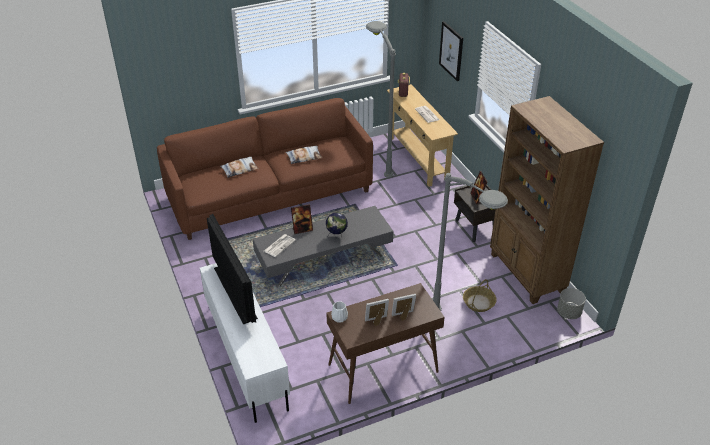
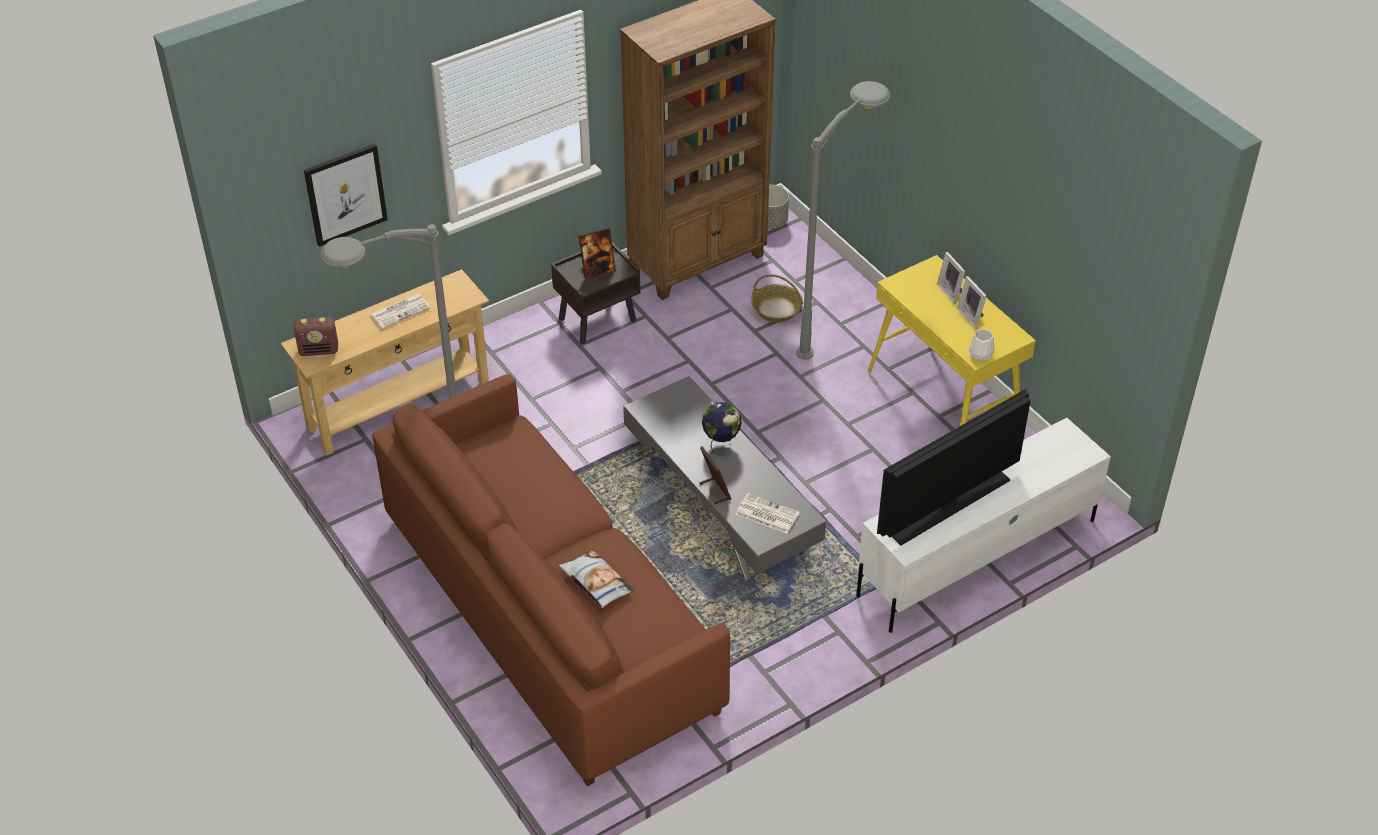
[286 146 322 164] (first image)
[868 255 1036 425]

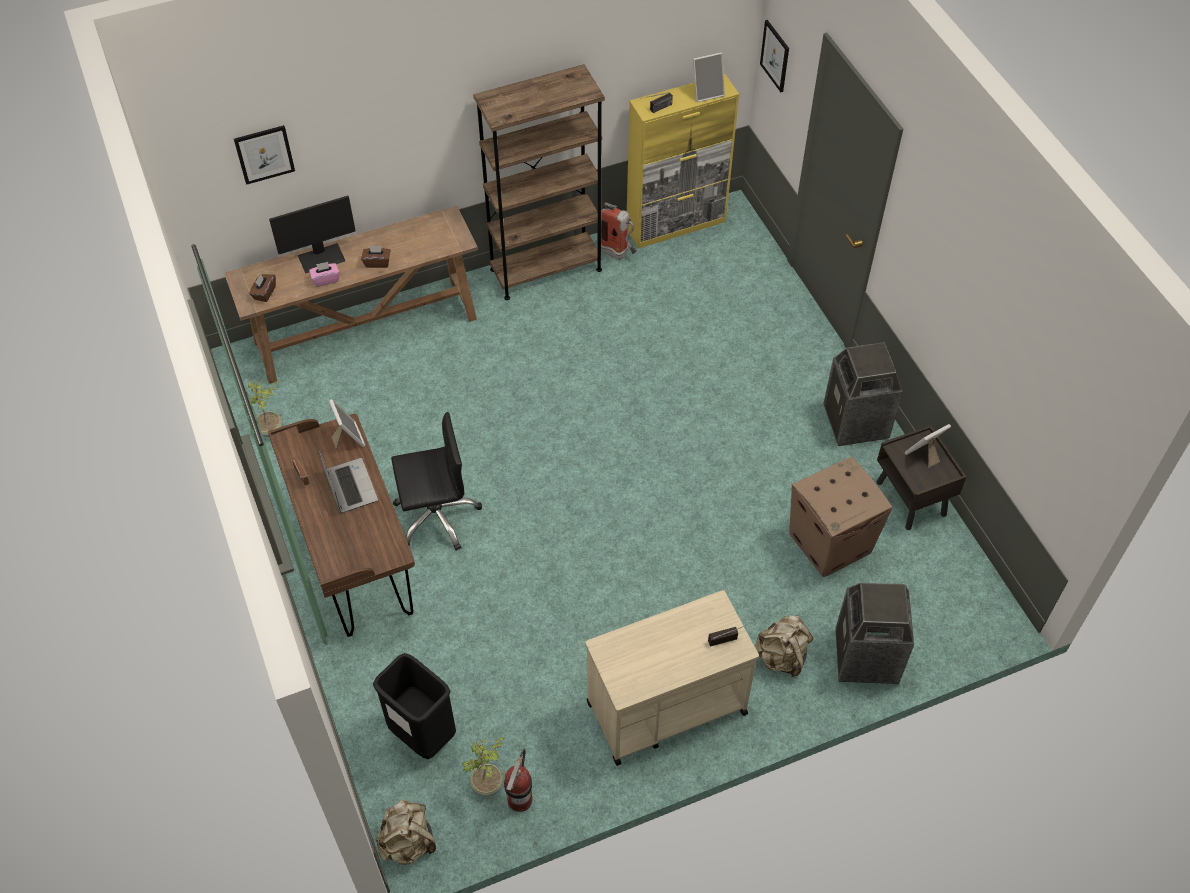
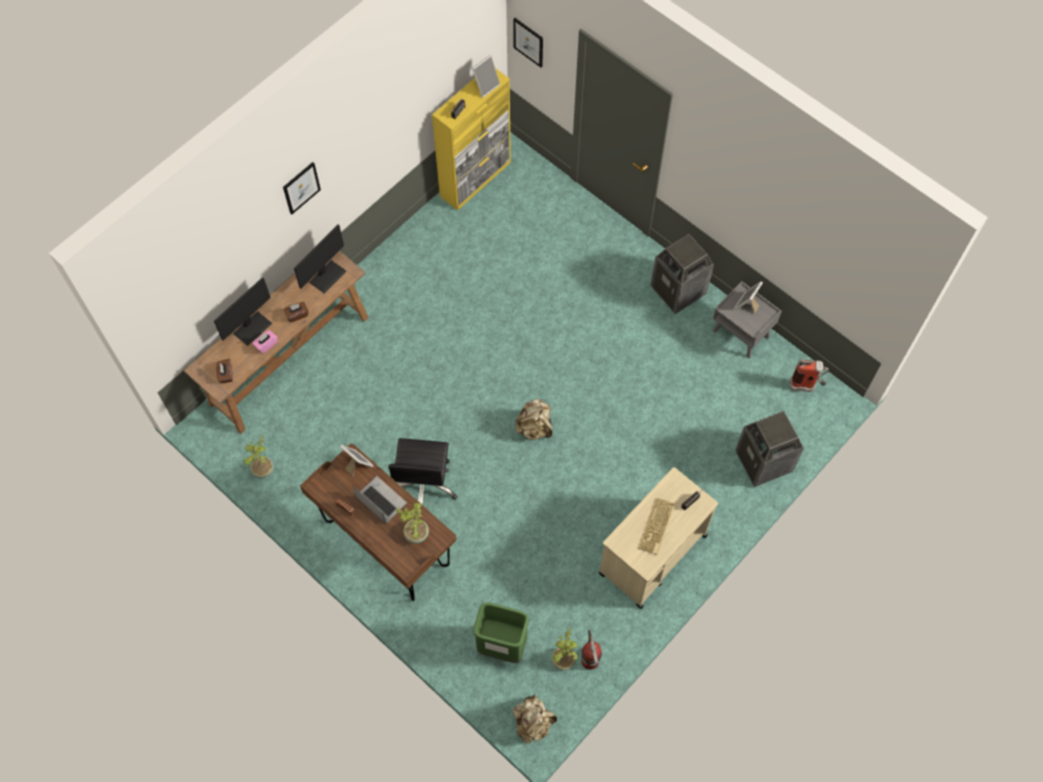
[283 162 321 214]
[473 603 529 663]
[388 438 458 505]
[473 64 605 300] (first image)
[790 360 828 392]
[515 398 552 440]
[789 457 892 577] (first image)
[713 281 782 358]
[294 225 346 294]
[396 502 429 543]
[638 498 675 554]

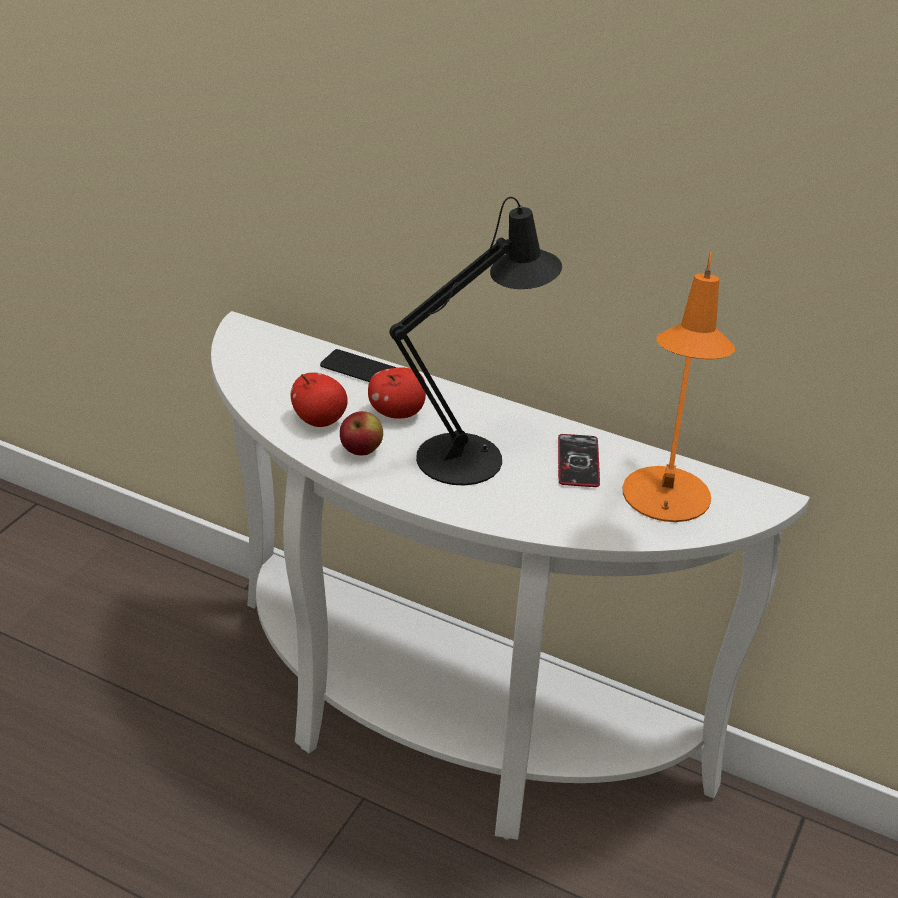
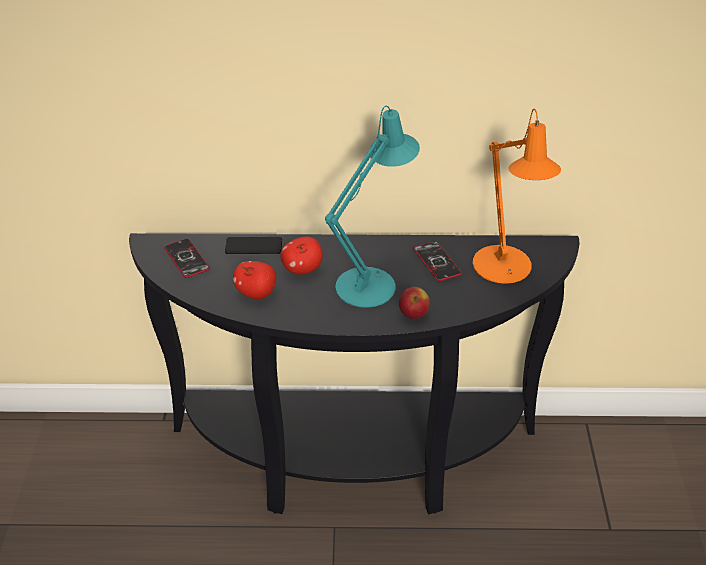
[129 233 579 514]
[399 287 430 319]
[325 106 420 308]
[164 238 210 278]

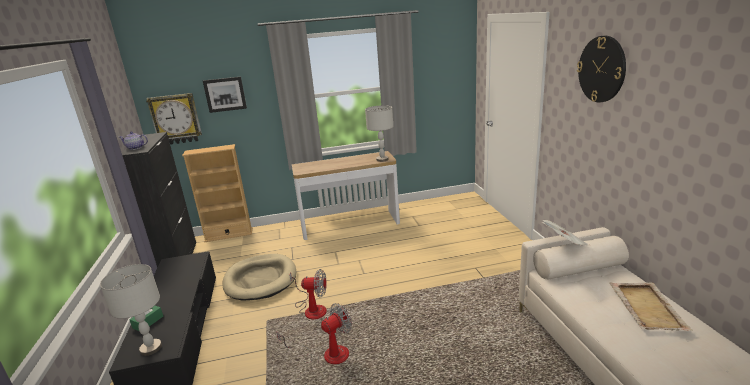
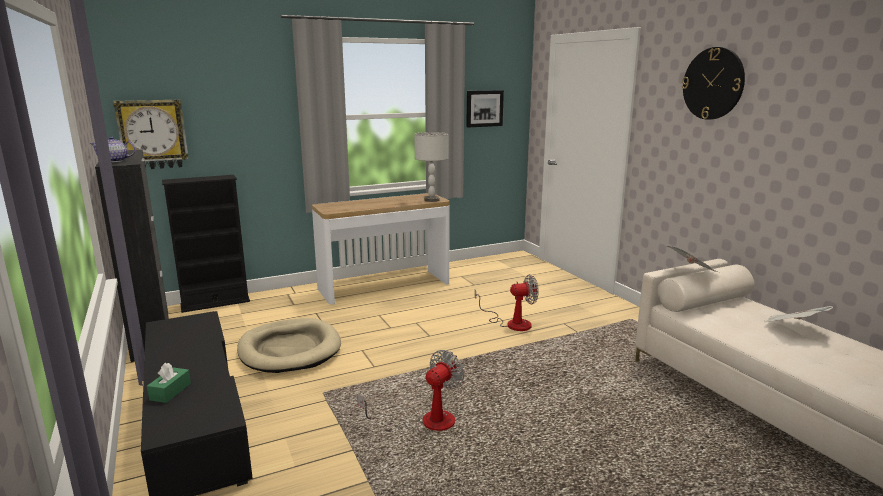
[100 264 162 356] (first image)
[162 175 250 313]
[466 90 504 128]
[475 274 539 331]
[766 306 833 322]

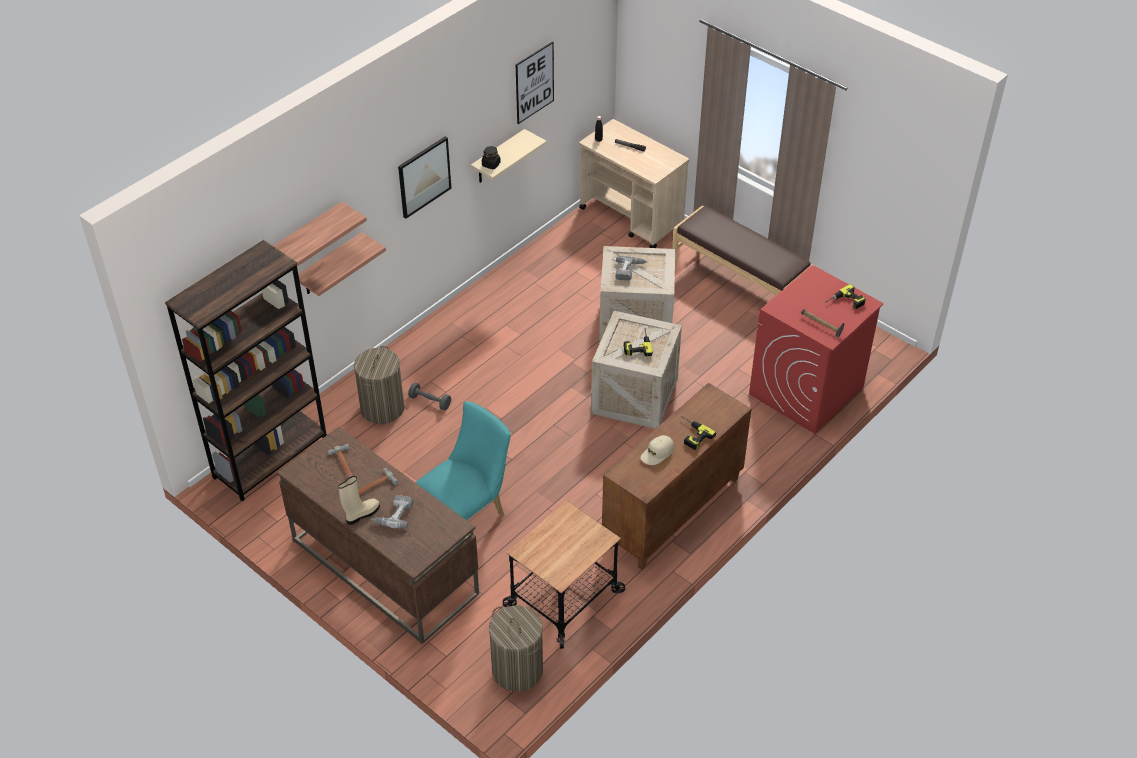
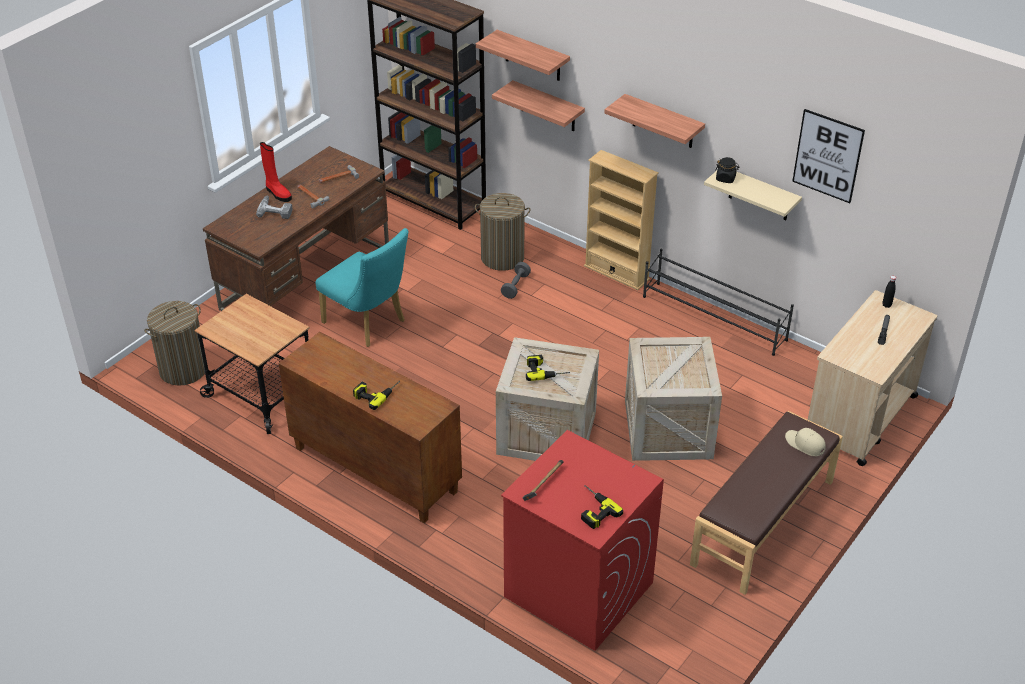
[260 142 292 202]
[604 94 705 148]
[616 256 647 281] (first image)
[785 428 826 456]
[584 150 659 290]
[643 248 794 356]

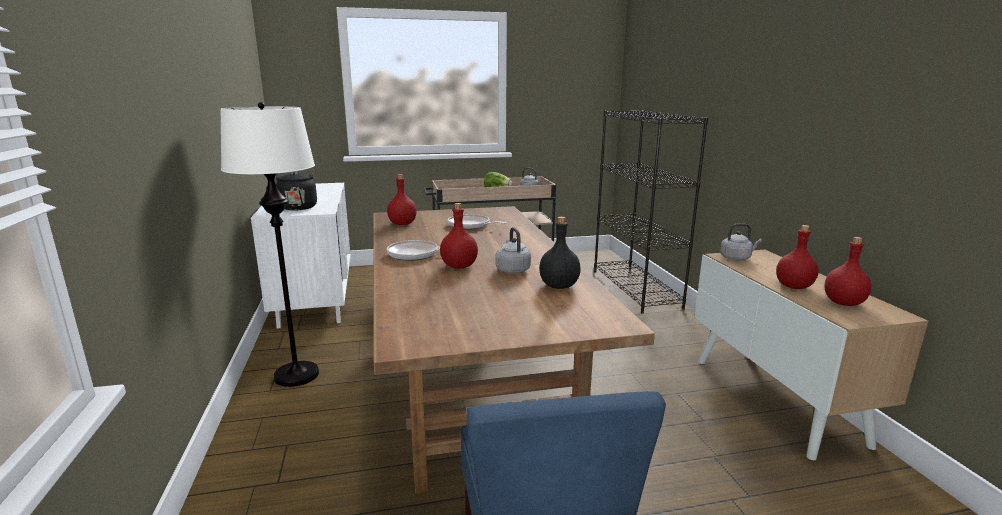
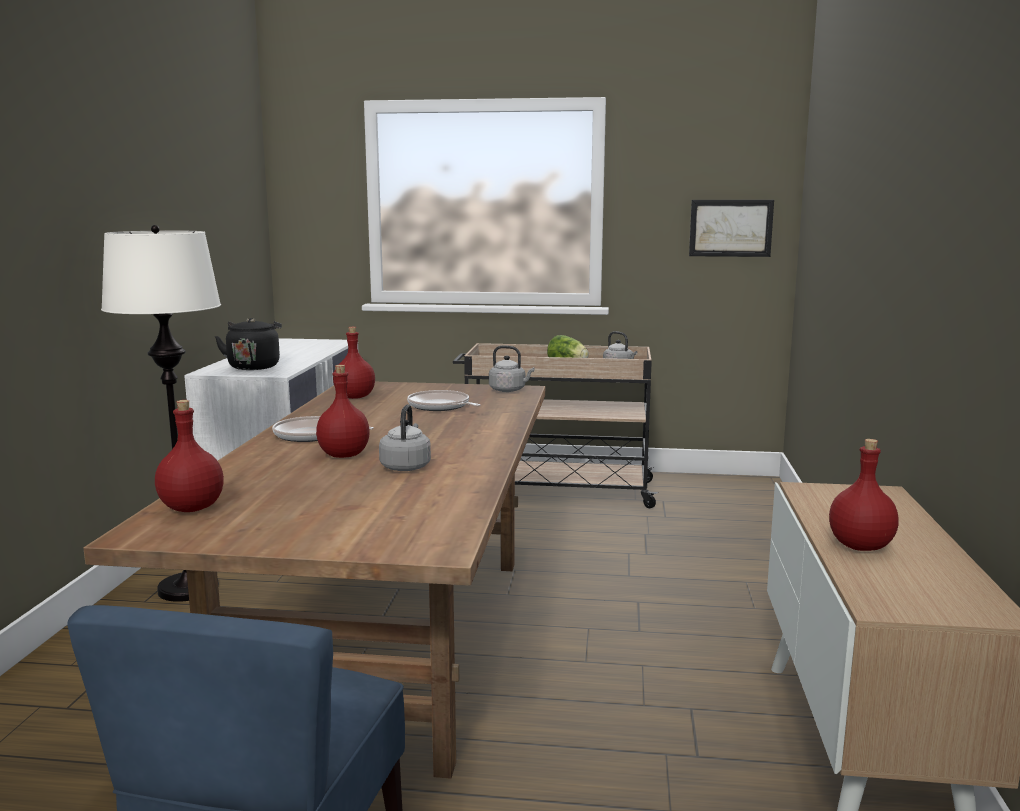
[539 217 580 289] (first image)
[594 110 708 314] (first image)
[489 345 535 392]
[155 400 224 512]
[689 200 774 257]

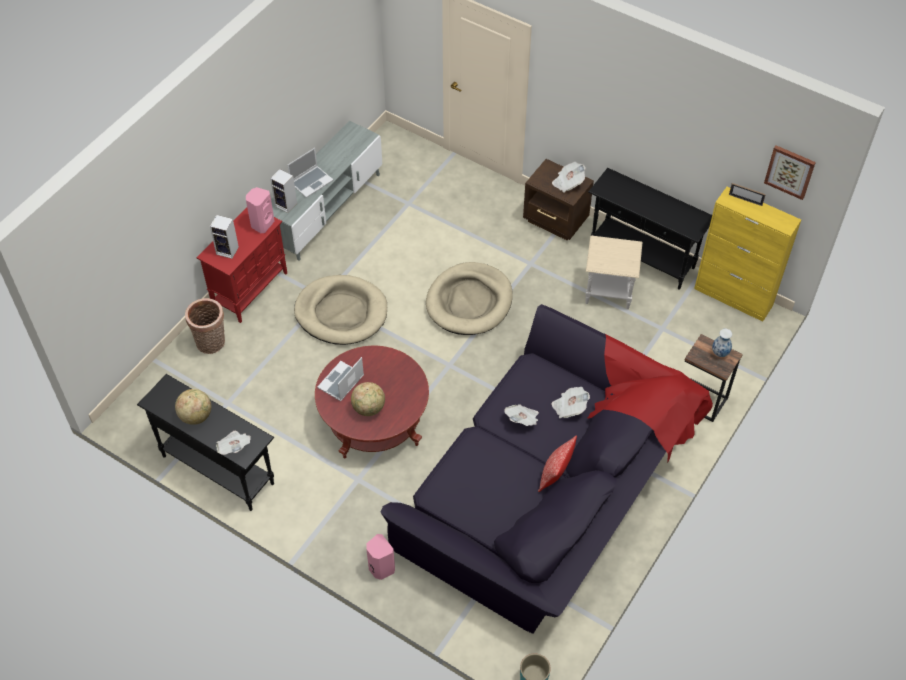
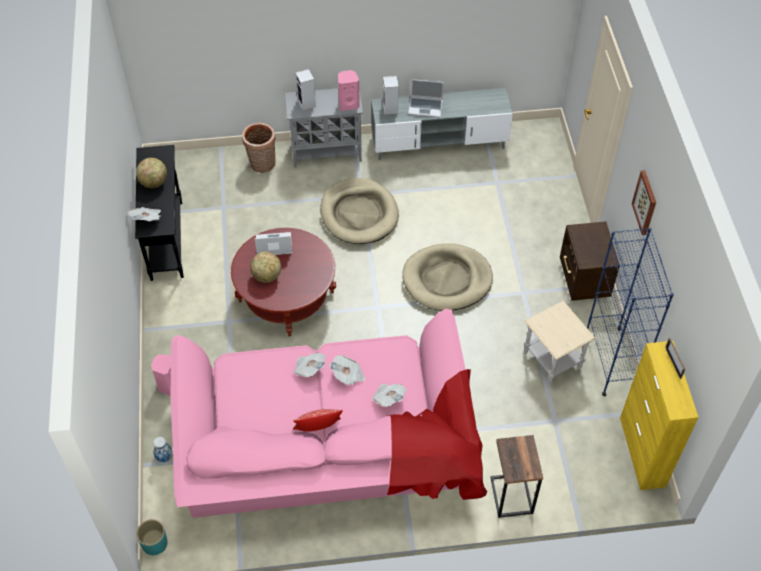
[285 88 363 168]
[171 309 487 518]
[293 352 326 377]
[587 228 674 396]
[153 437 173 462]
[632 170 656 235]

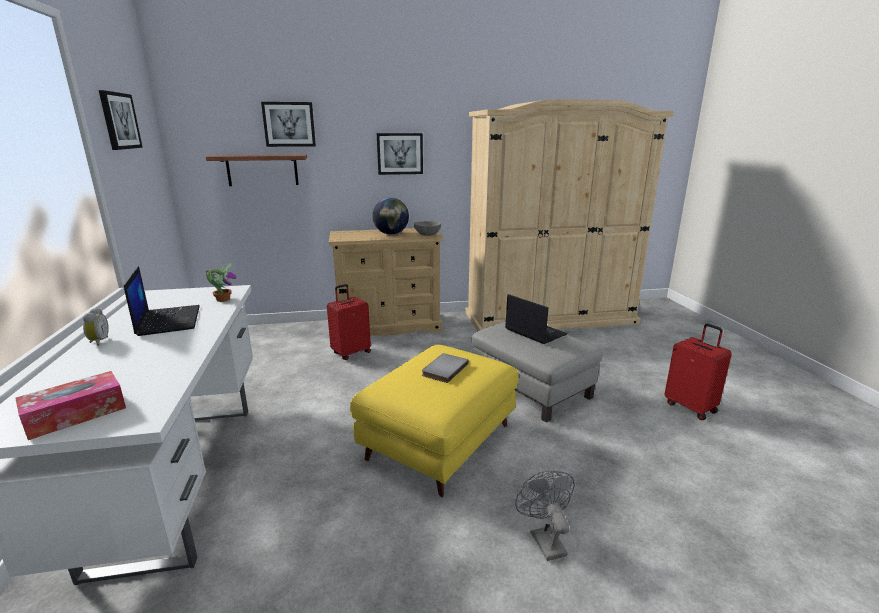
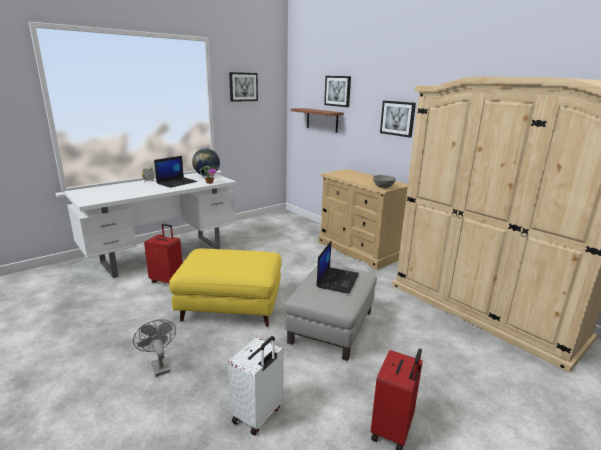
[15 371 126 440] (first image)
[144 224 182 283]
[192 149 220 176]
[422 353 469 383] (first image)
[133 319 176 377]
[228 336 284 436]

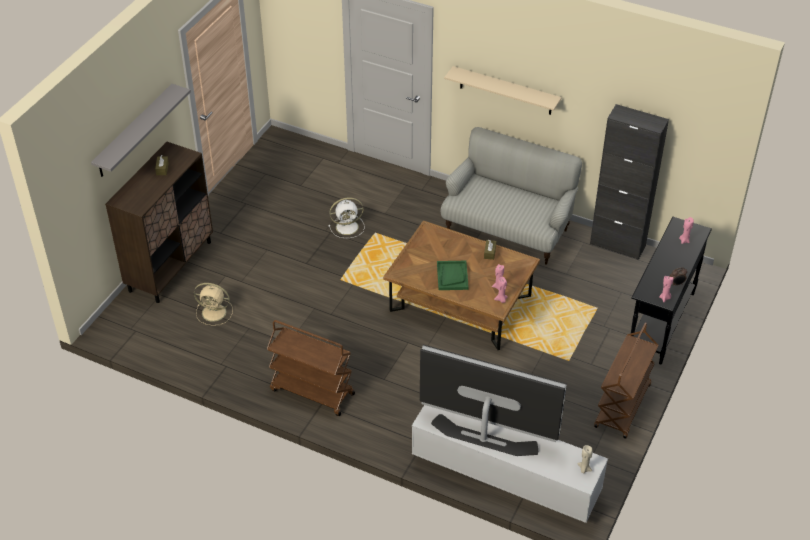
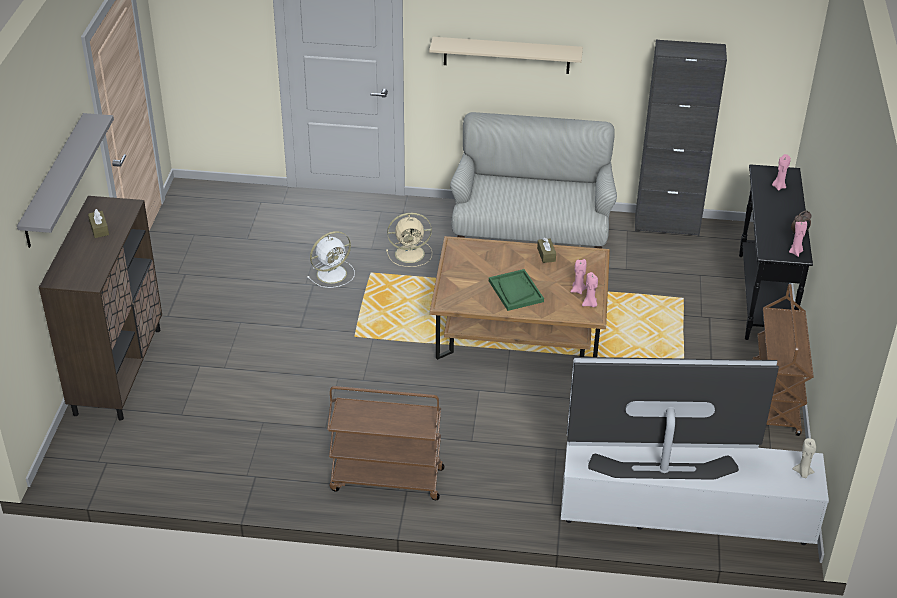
[386 213 432 267]

